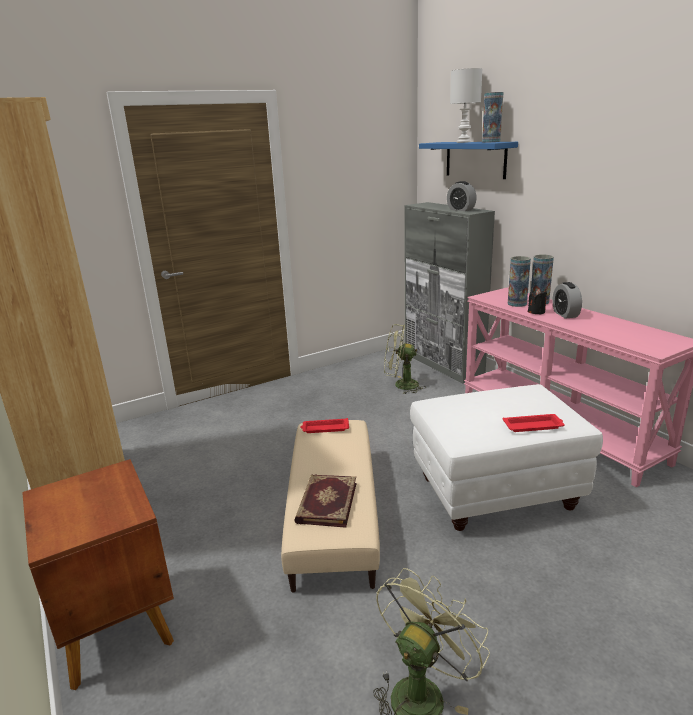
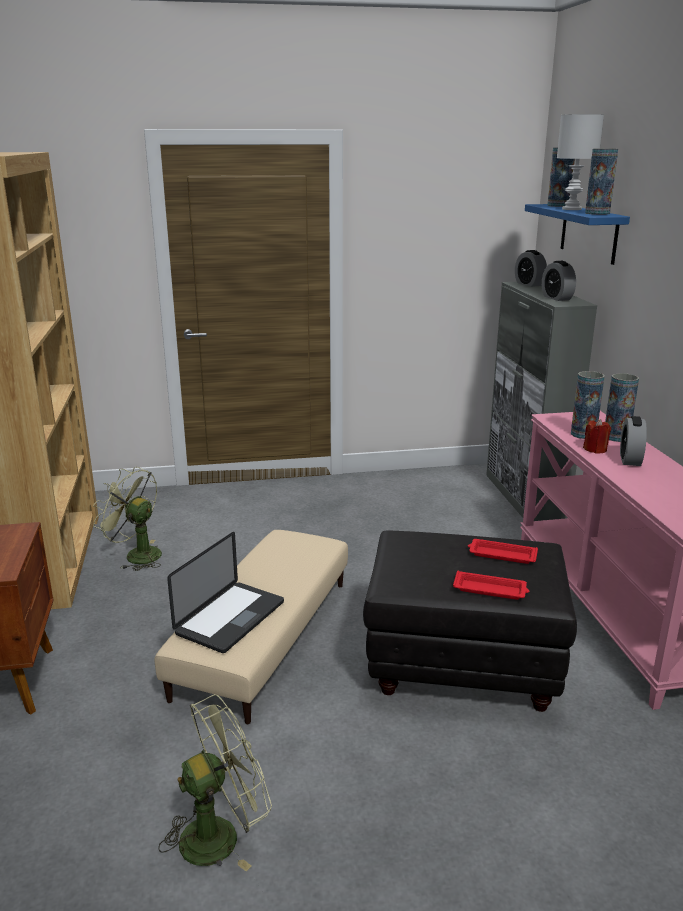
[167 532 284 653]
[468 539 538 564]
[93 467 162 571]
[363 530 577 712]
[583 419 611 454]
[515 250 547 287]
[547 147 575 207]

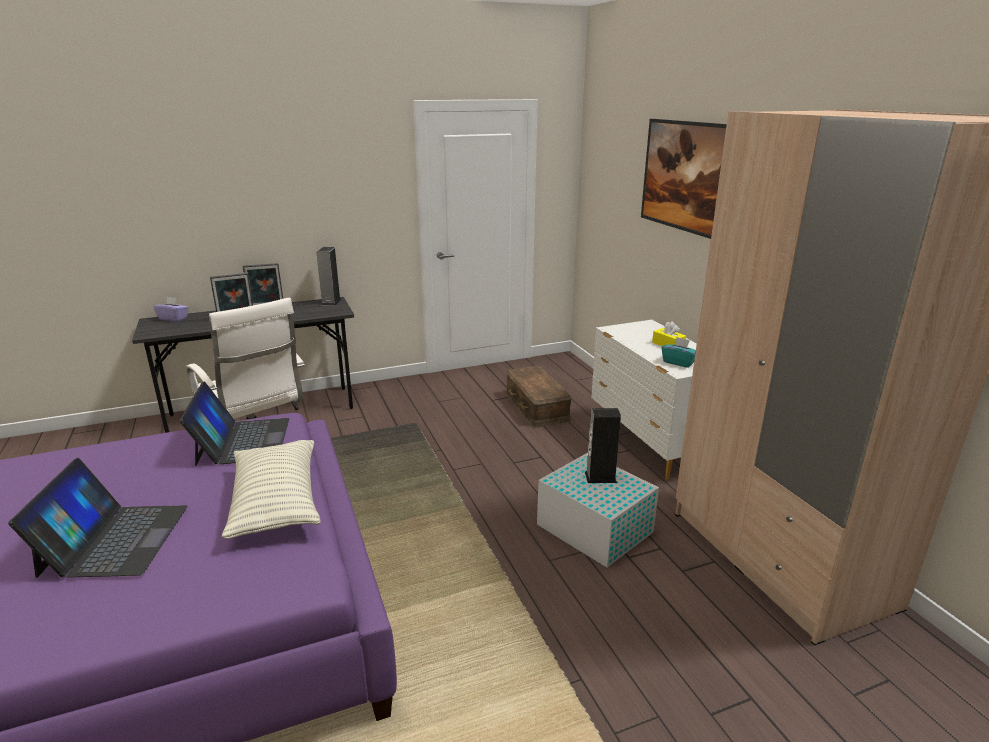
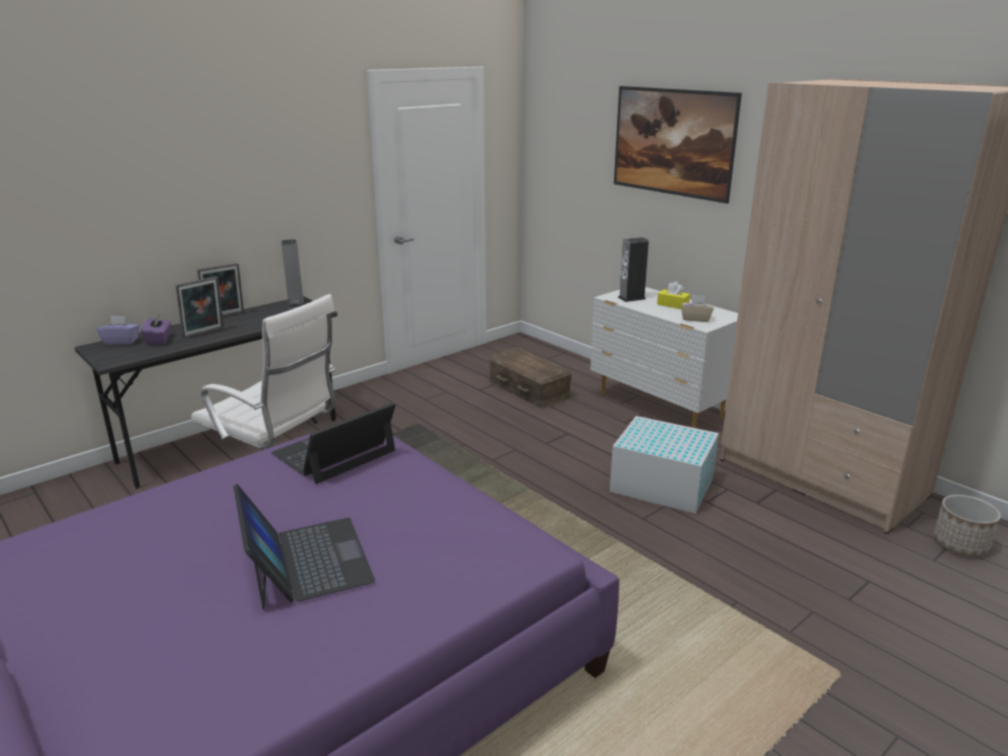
[271 402 396 484]
[222 440 321 539] (first image)
[618 237 649 302]
[681 294 713 322]
[141 314 171 345]
[934 495 1001 556]

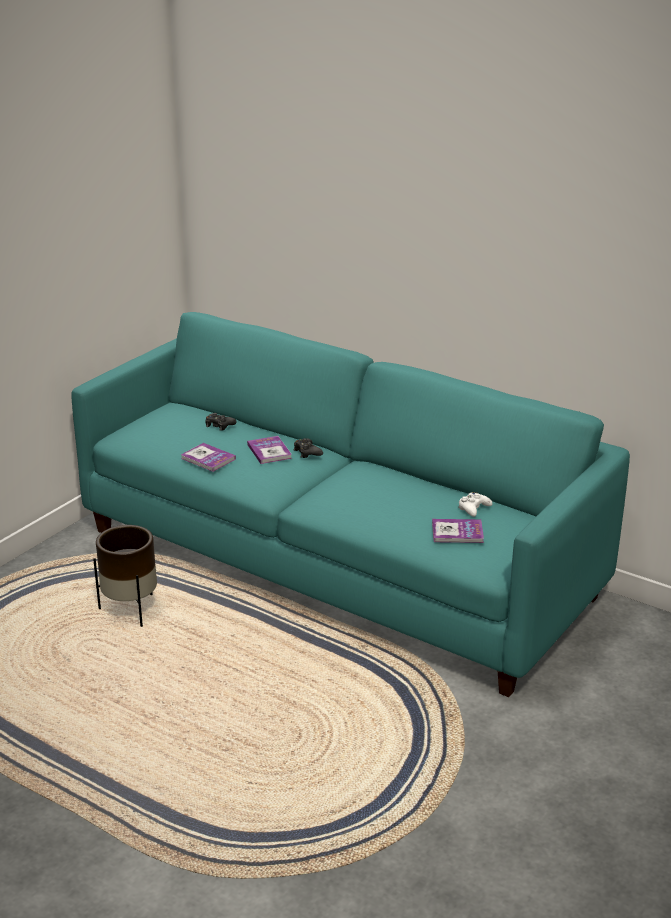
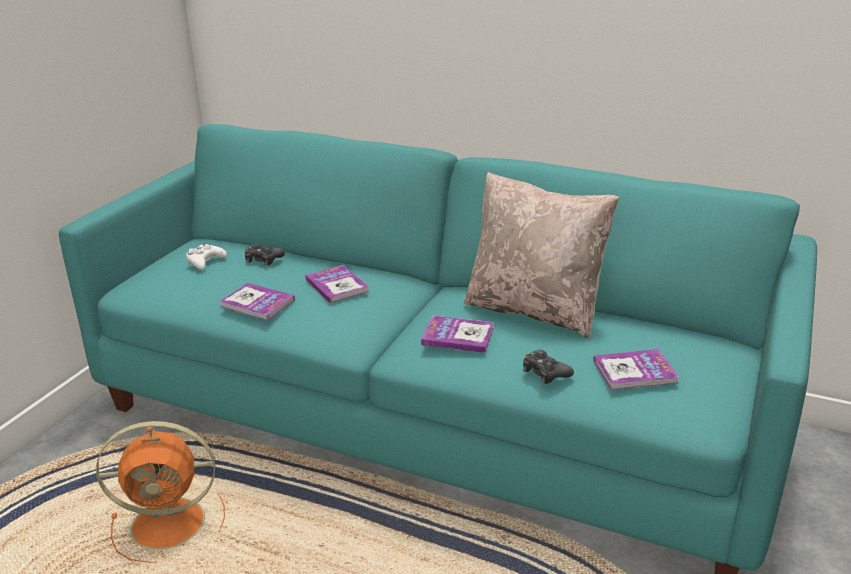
[96 421 225 563]
[523 350 574 384]
[186 244 227 270]
[421 315 494 353]
[464 172 619 339]

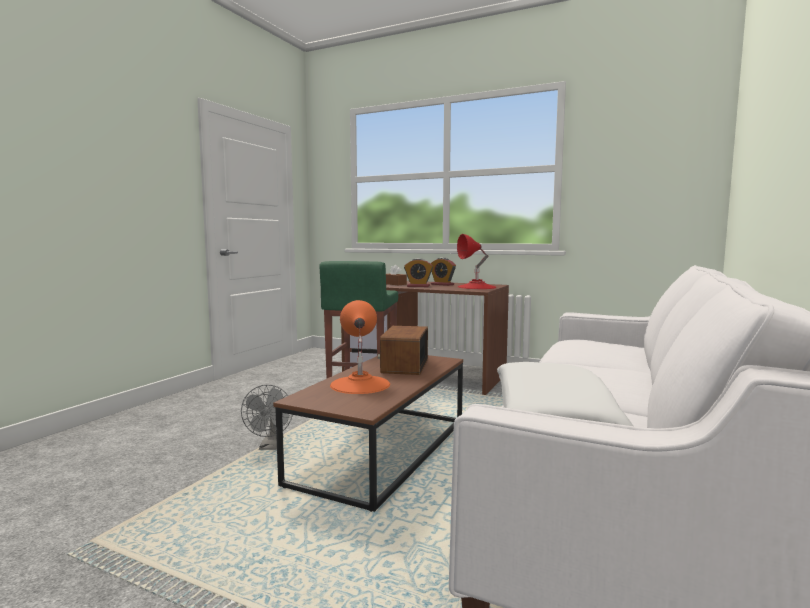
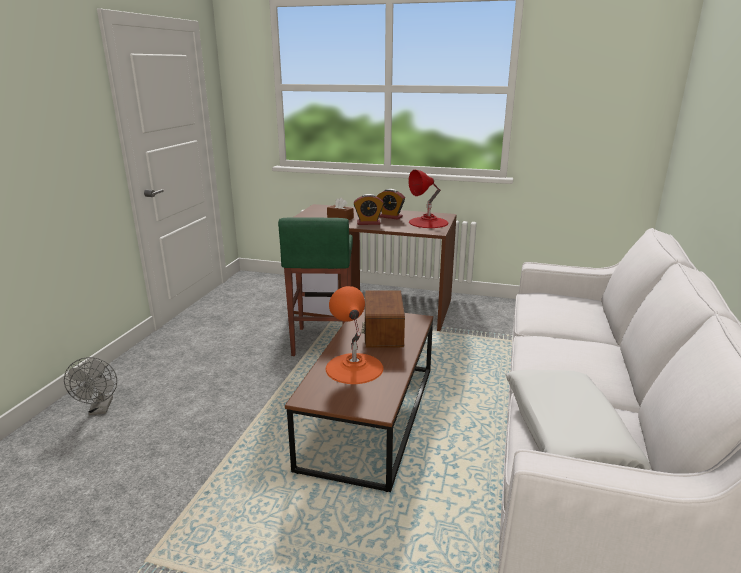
[64 357 117 415]

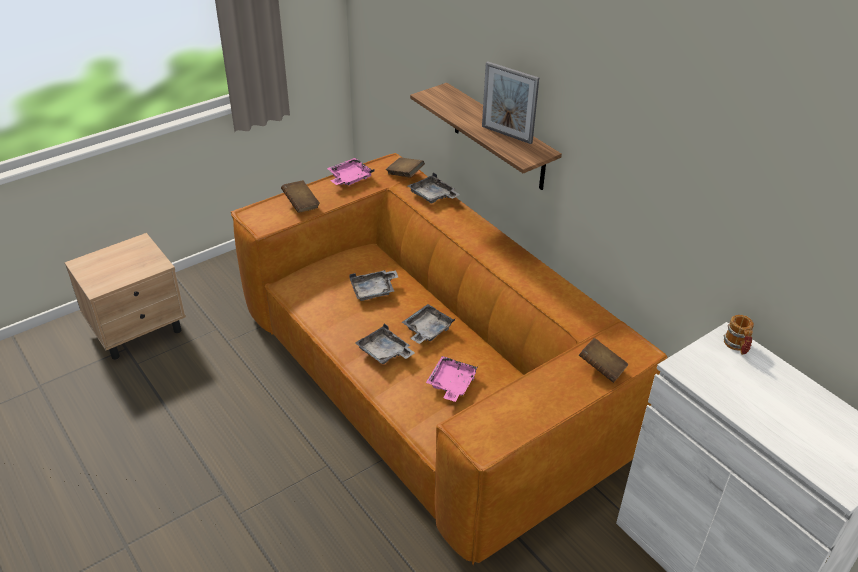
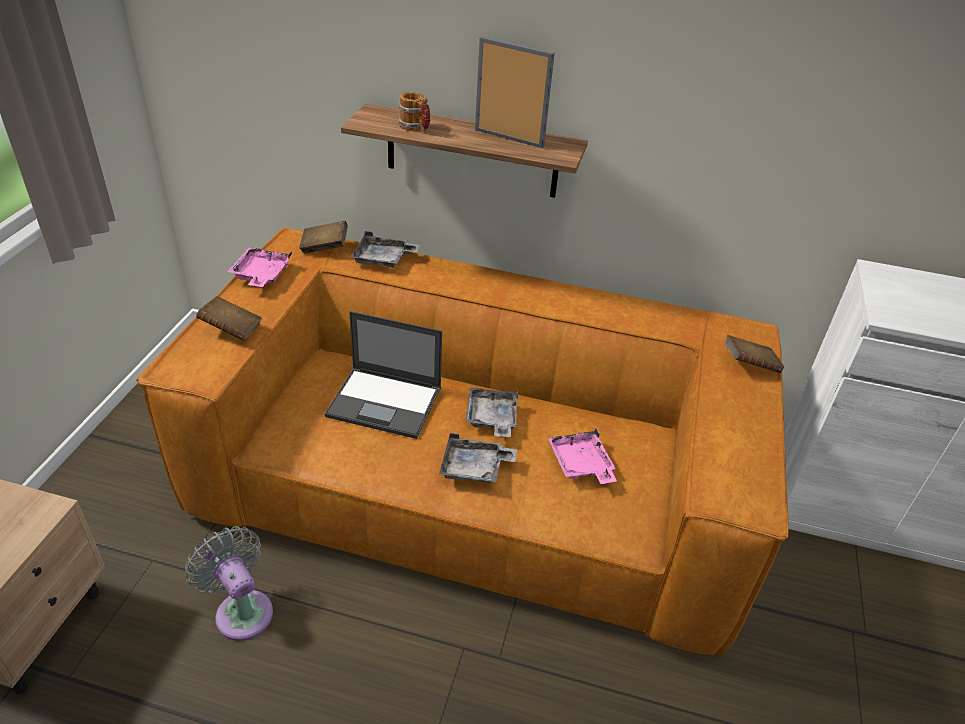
[325 311 442 439]
[475 36 555 148]
[398 92 431 131]
[185 526 273 641]

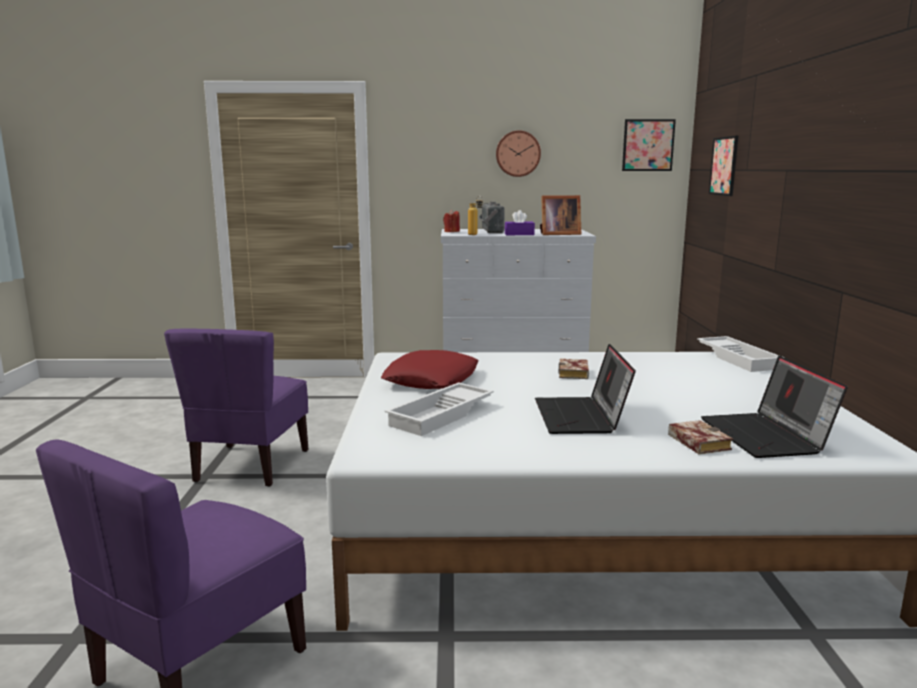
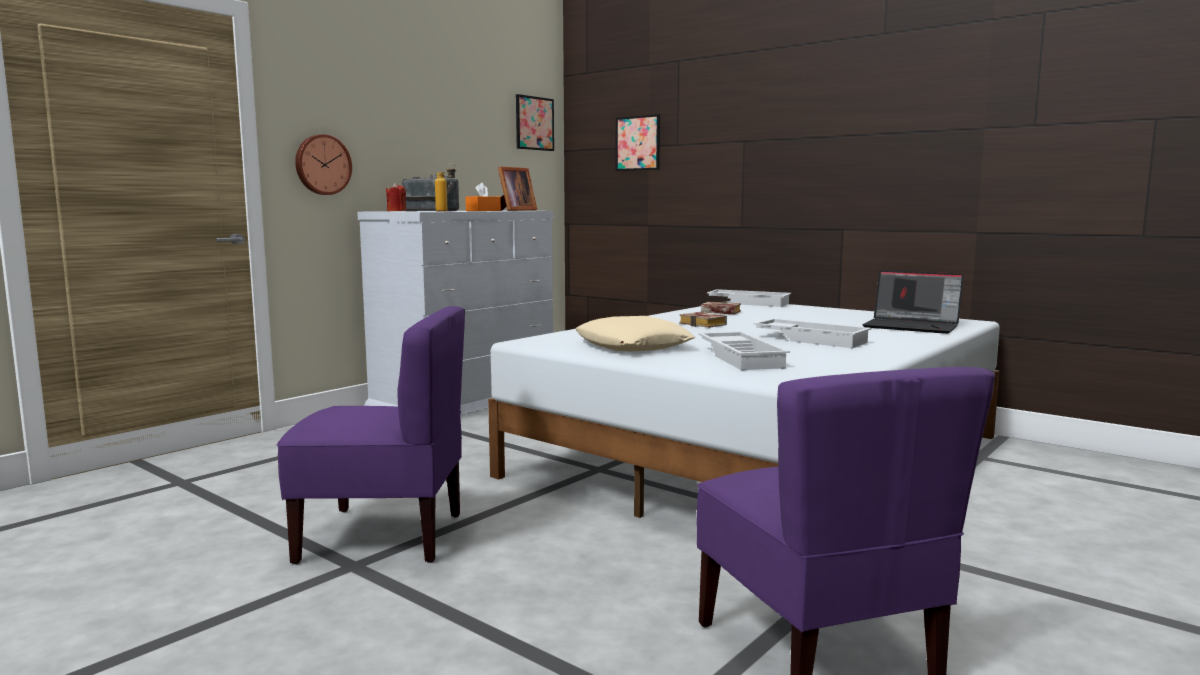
[277 306 465 564]
[575 316 695 351]
[295 134 352 195]
[465 183 501 211]
[753 319 871 348]
[701 302 741 314]

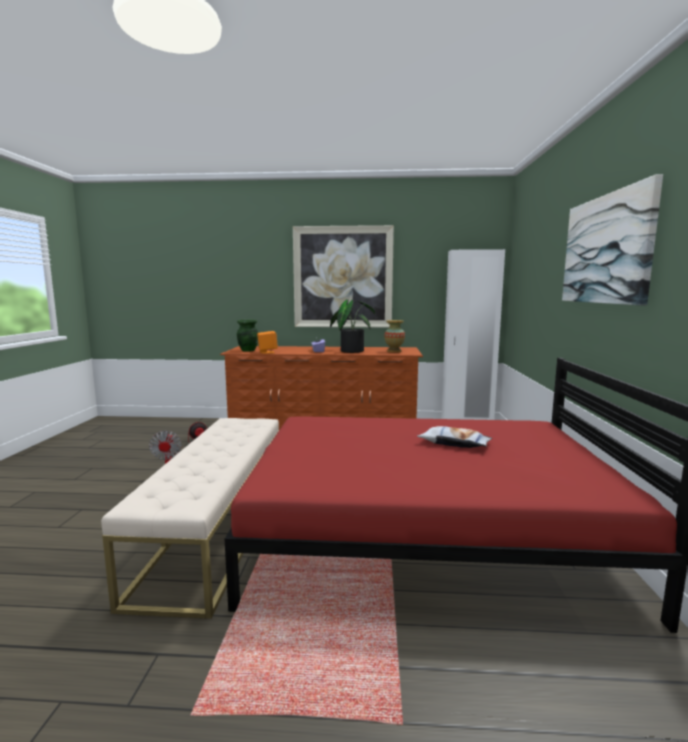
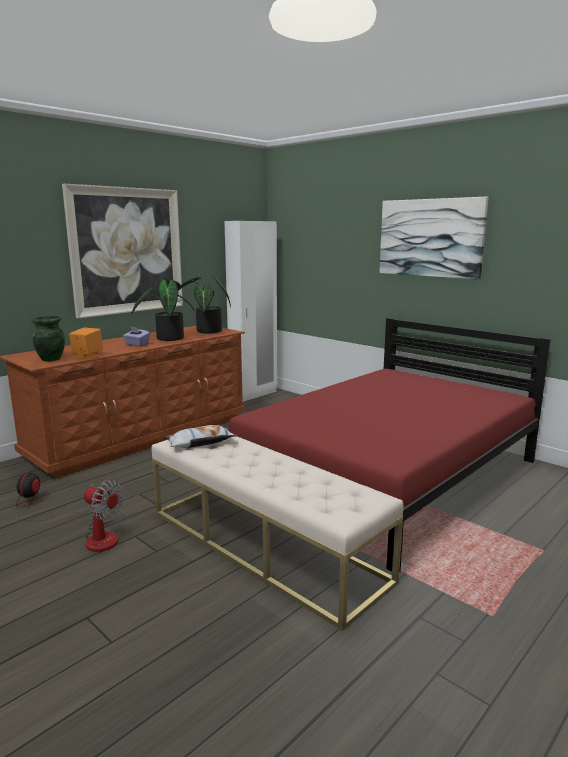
[178 275 231 333]
[166 425 237 448]

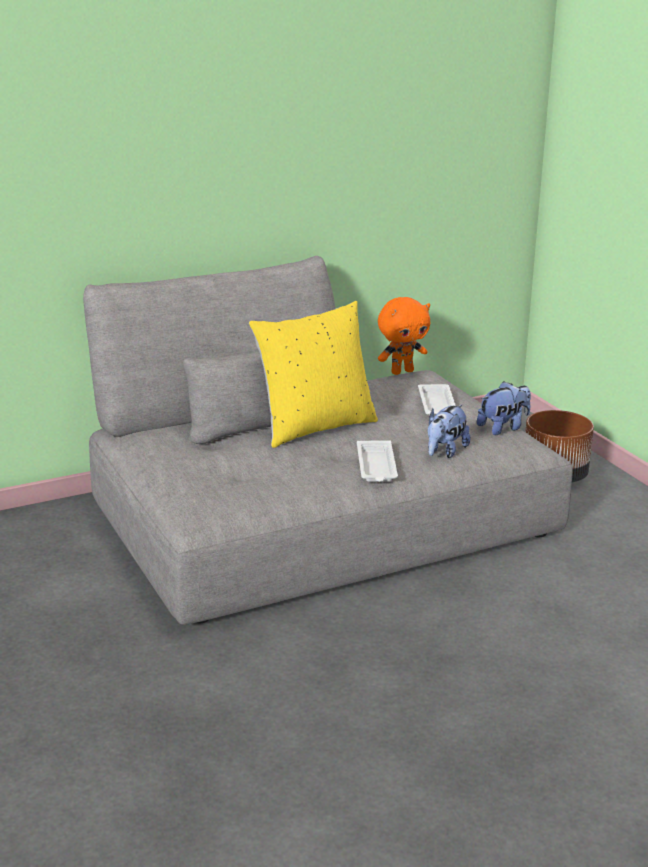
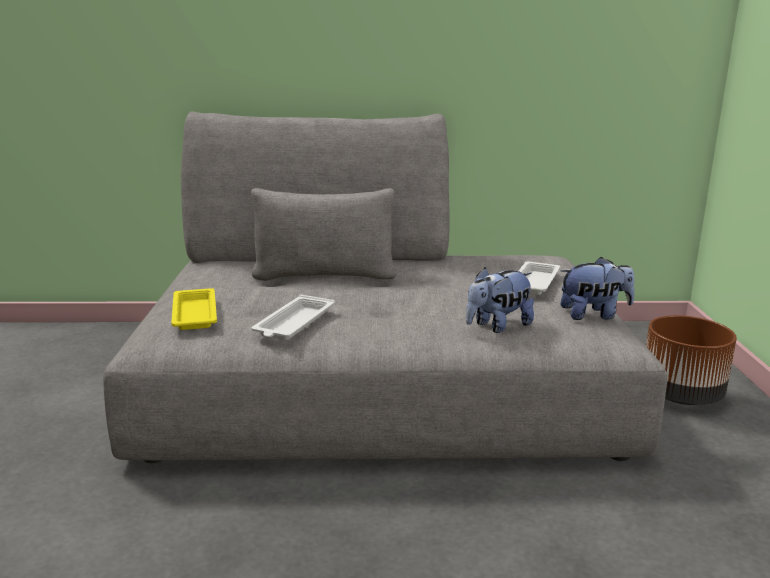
[249 301 378 448] (first image)
[251 295 335 340]
[378 297 430 375] (first image)
[171 288 217 330]

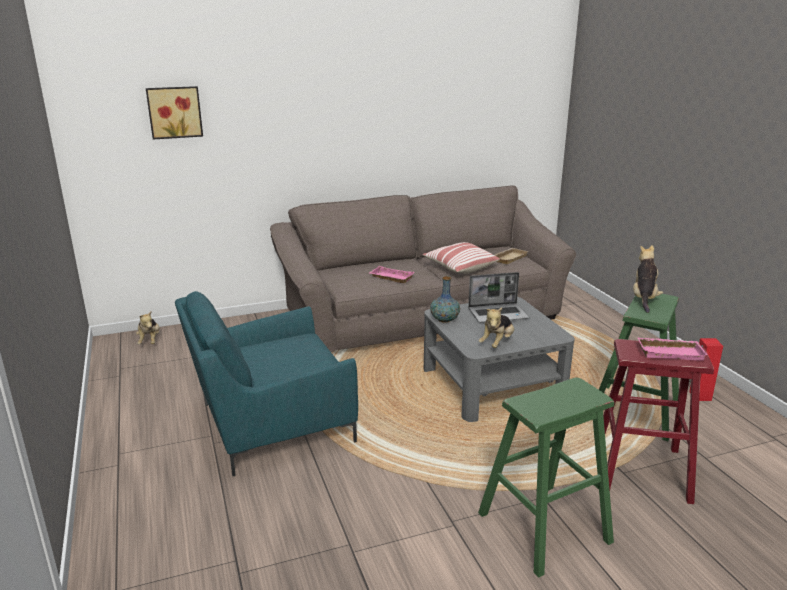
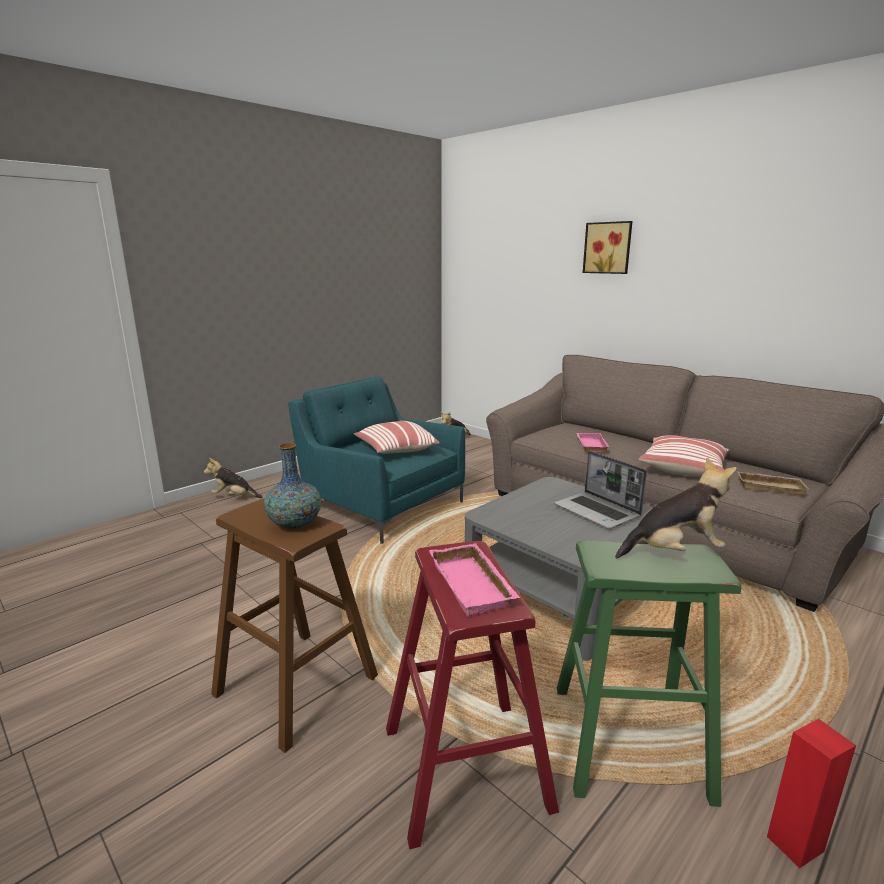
[583 221 632 274]
[264 443 322 529]
[211 498 378 753]
[204 458 263 498]
[354 421 440 454]

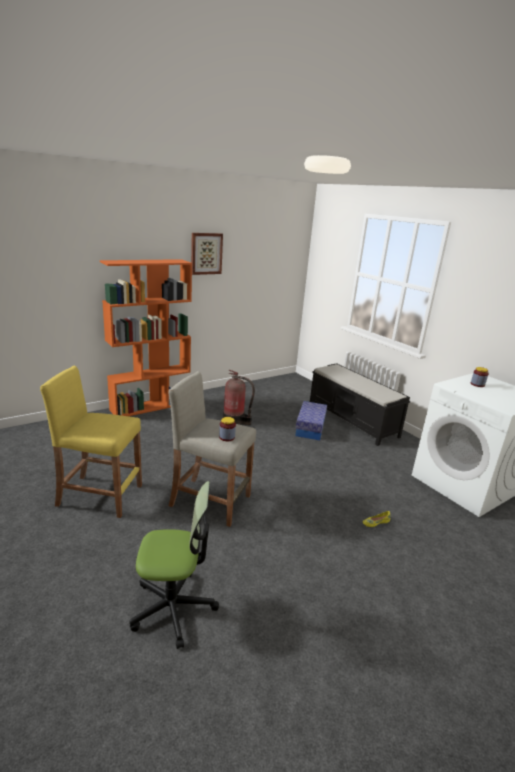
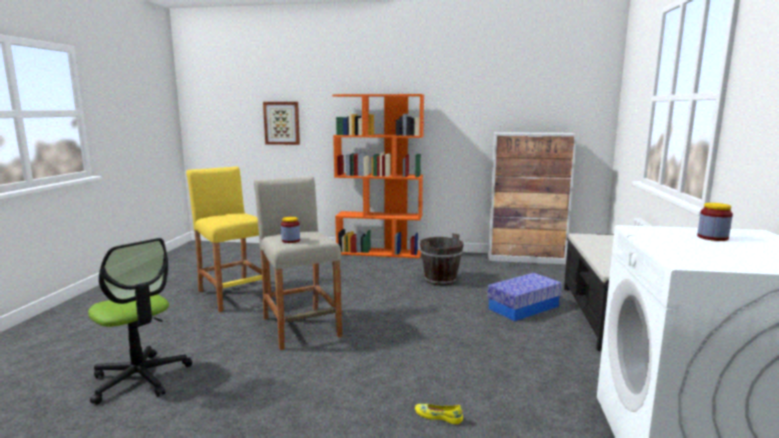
[263 102 300 145]
[420 233 464 286]
[488 132 577 264]

